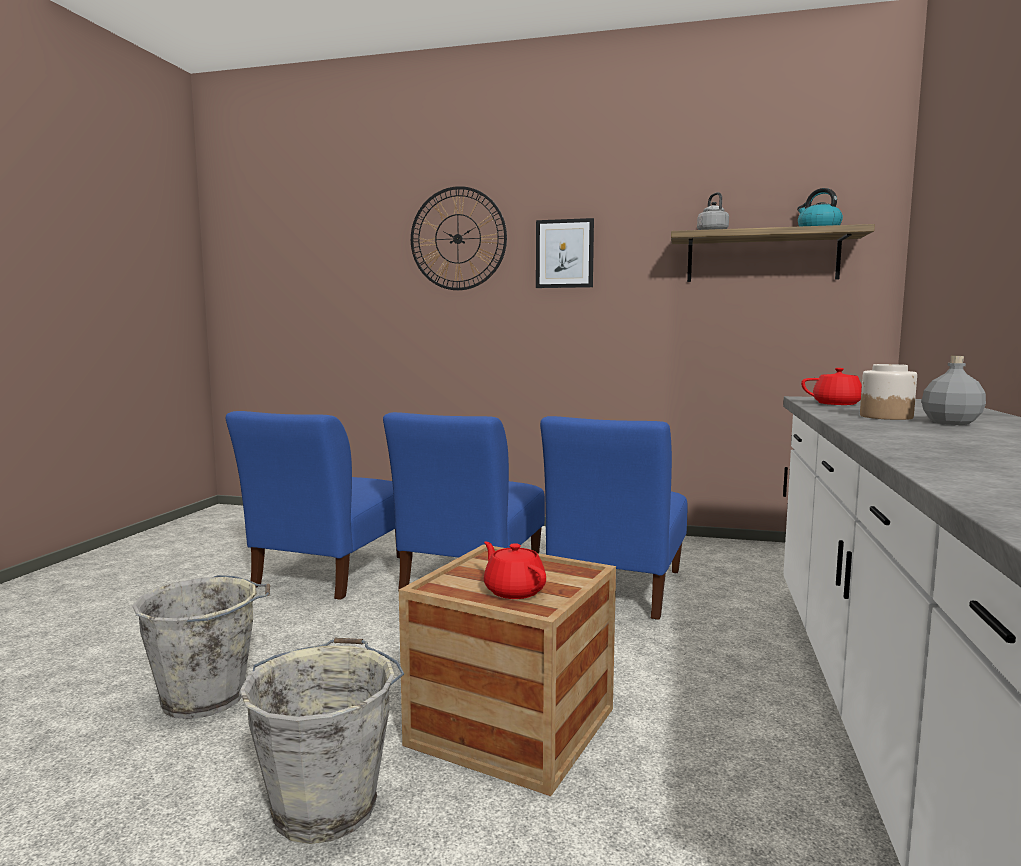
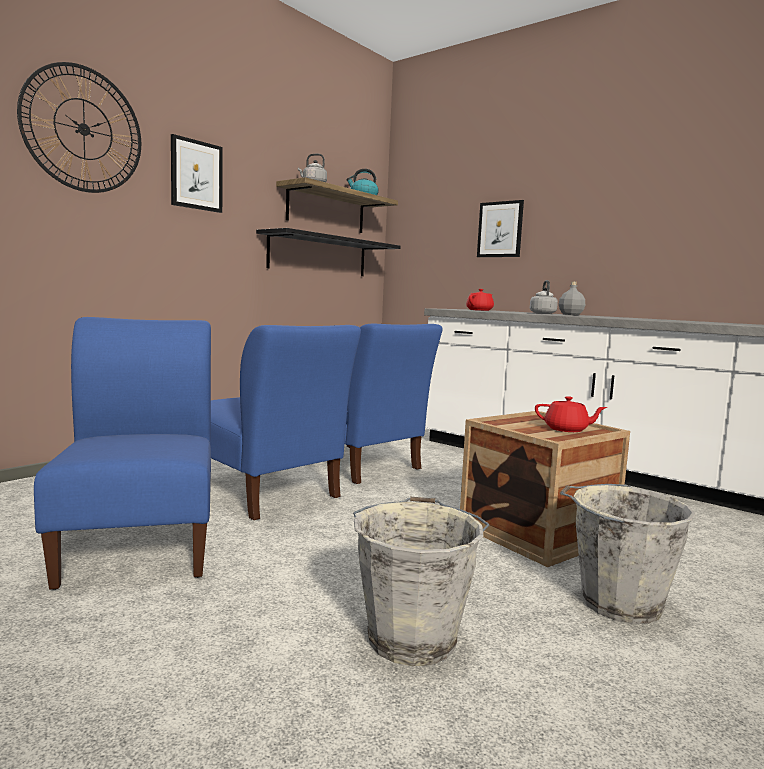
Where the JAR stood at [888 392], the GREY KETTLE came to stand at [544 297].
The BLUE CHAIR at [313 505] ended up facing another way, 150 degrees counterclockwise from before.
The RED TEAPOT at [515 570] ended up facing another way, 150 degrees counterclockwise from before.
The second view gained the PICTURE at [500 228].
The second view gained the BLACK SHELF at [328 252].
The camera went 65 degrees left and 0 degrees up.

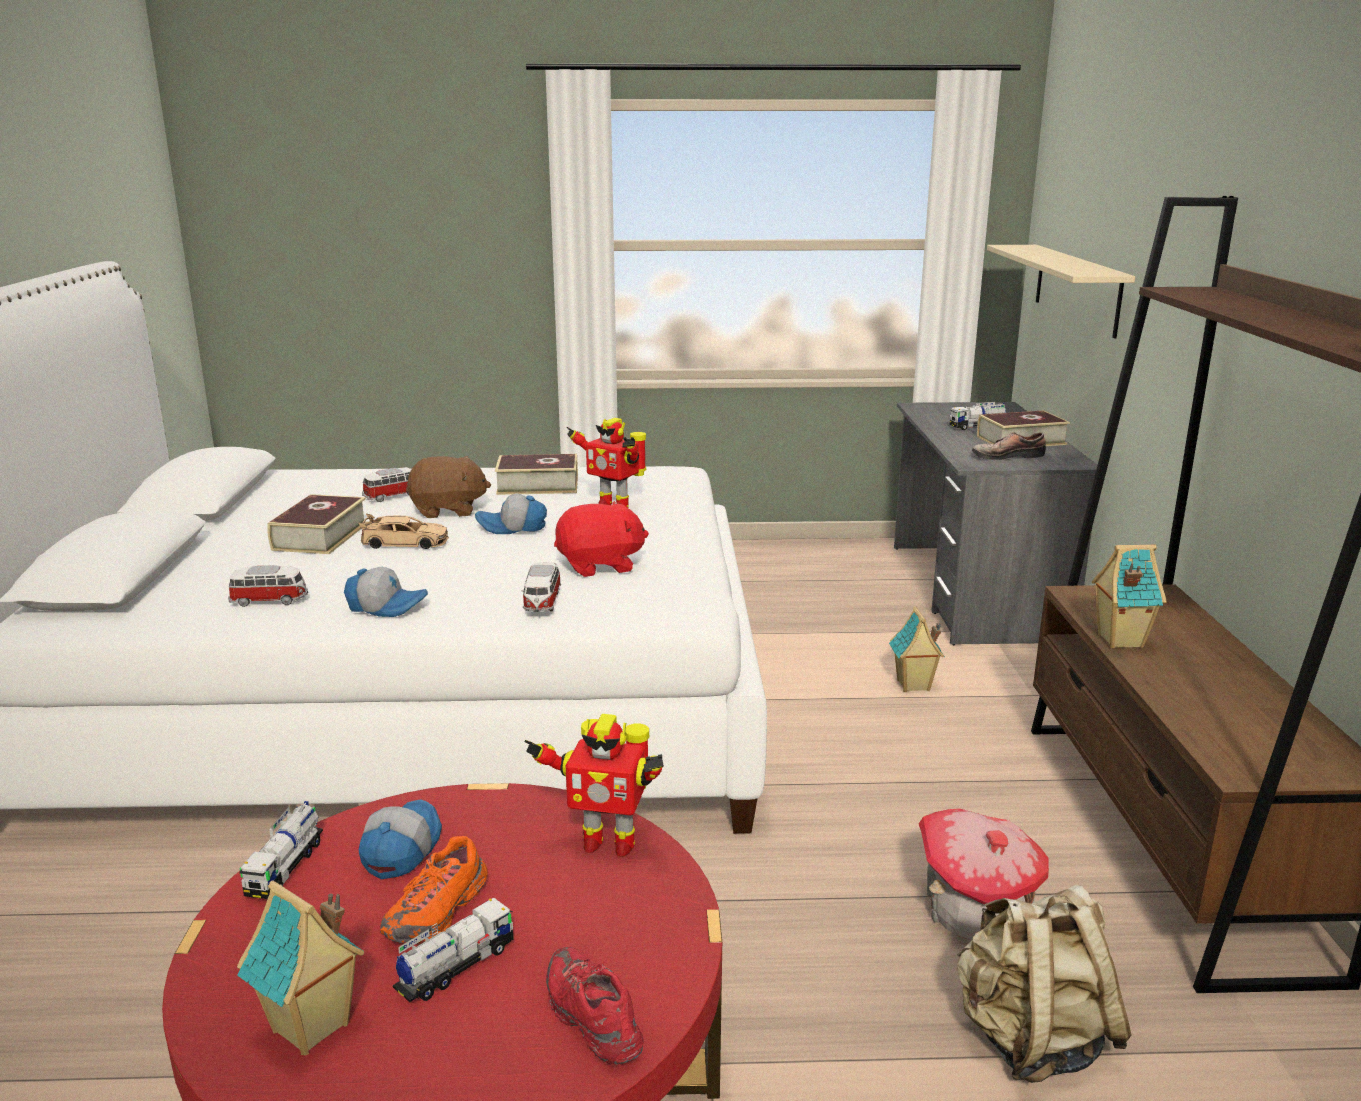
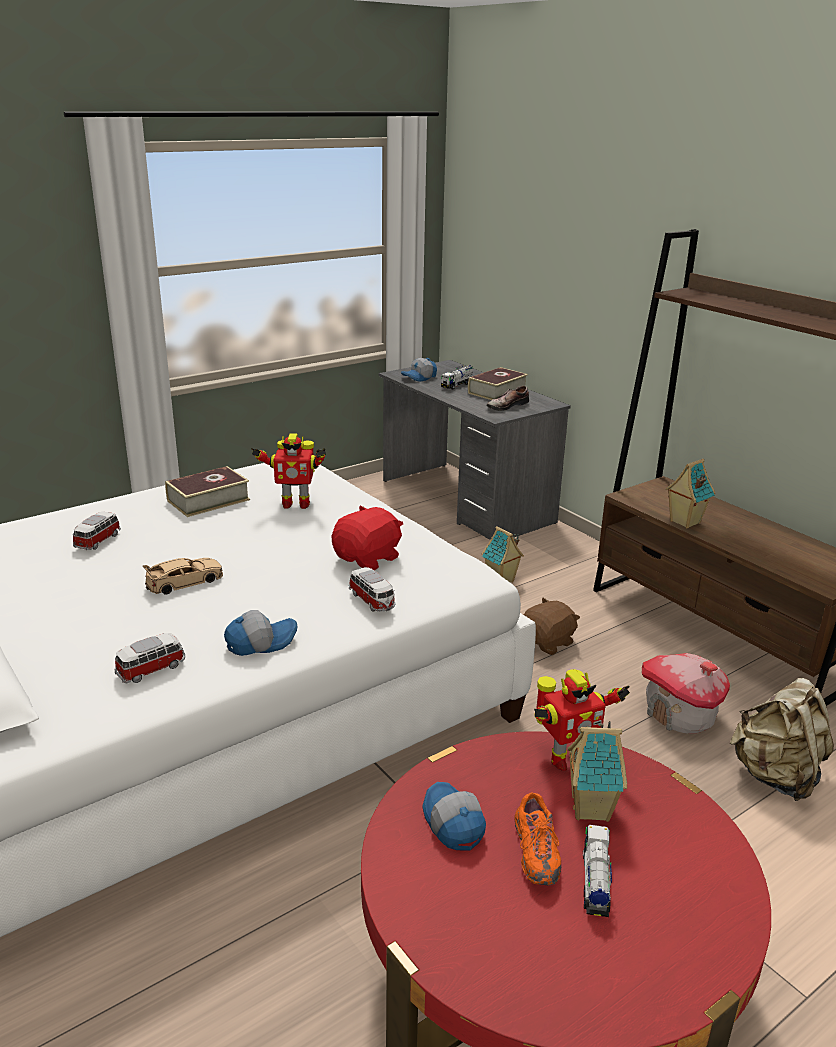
The second view lost the BEIGE SHELF at [1061 292].
The BROWN PLUSH TOY ended up elsewhere, having gone from [448 487] to [552 626].
The second view lost the BOOK at [317 524].
The CAP ended up elsewhere, having gone from [511 514] to [419 370].
The second view lost the TOY TRUCK at [281 850].
The TOY HOUSE ended up elsewhere, having gone from [300 968] to [597 771].
The second view lost the RED SHOE at [594 1005].
The camera went 35 degrees left and 5 degrees up.

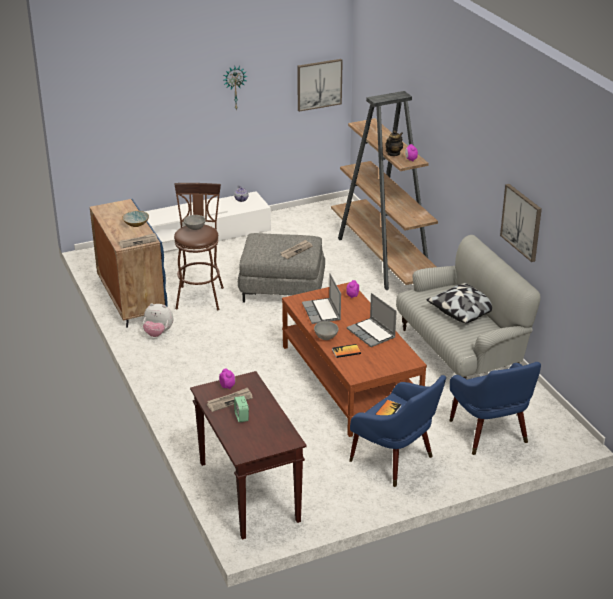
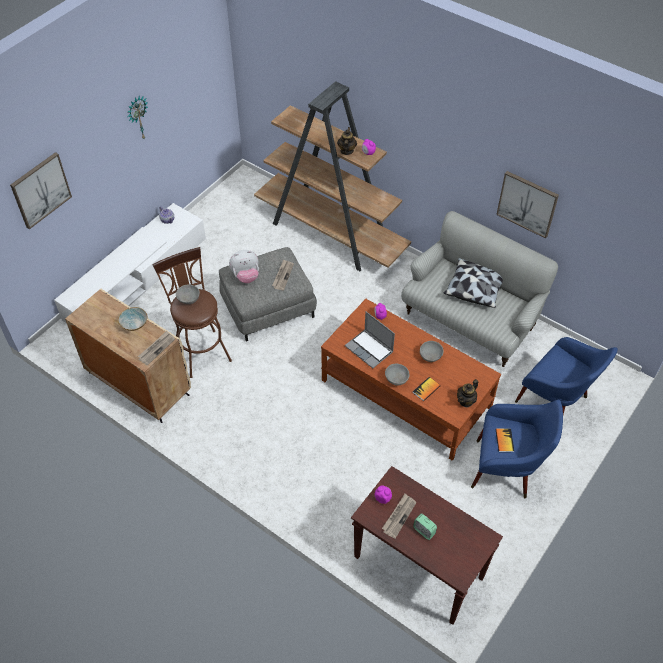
The PICTURE ended up elsewhere, having gone from [320 85] to [41 190].
What was the BLUE CABINET at [129 263] turned into the BEIGE CABINET at [128 356].
Where the LAPTOP stood at [372 320], the GREY BOWL came to stand at [432 351].
The PLUSH TOY ended up elsewhere, having gone from [158 320] to [244 266].
The second view gained the TEAPOT at [467 393].
The camera went 30 degrees left and 20 degrees up.

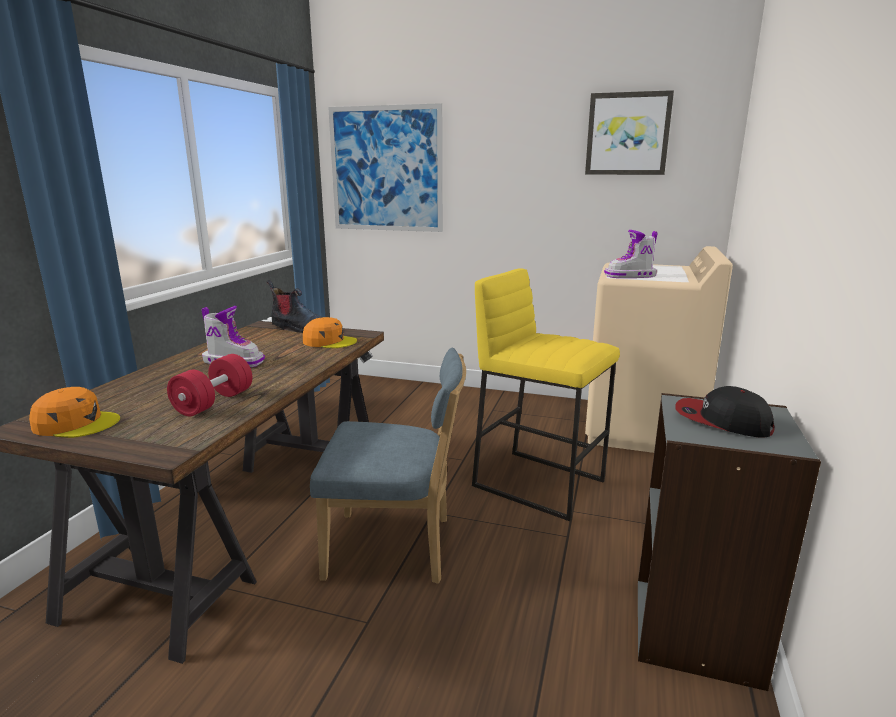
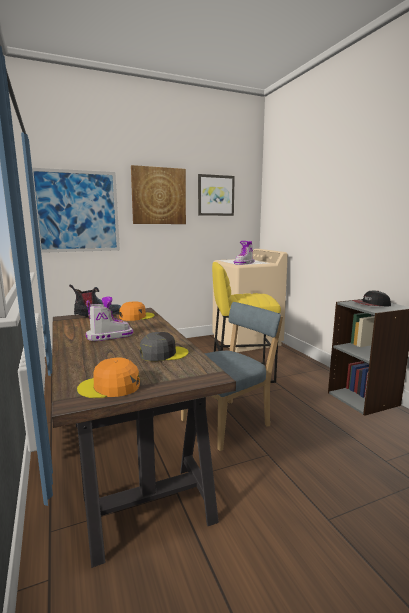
Where the RED DUMBBELL stood at [209 385], the GREY CAP came to stand at [164 346].
The ORANGE CAP at [74 412] ended up facing another way, 150 degrees counterclockwise from before.
The second view gained the PICTURE at [158 194].
The camera went 40 degrees left and 5 degrees down.

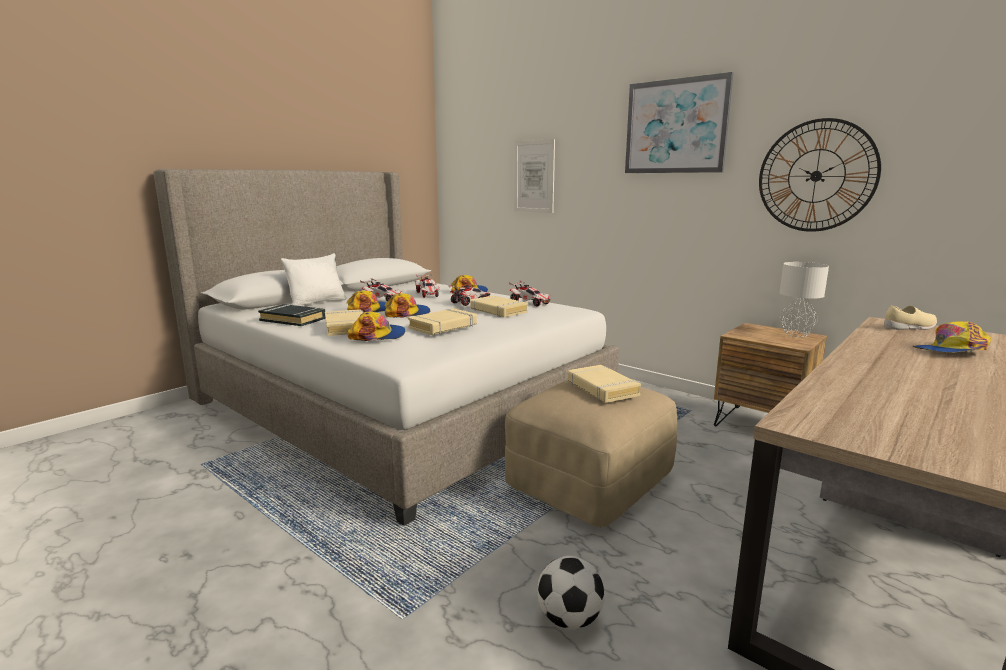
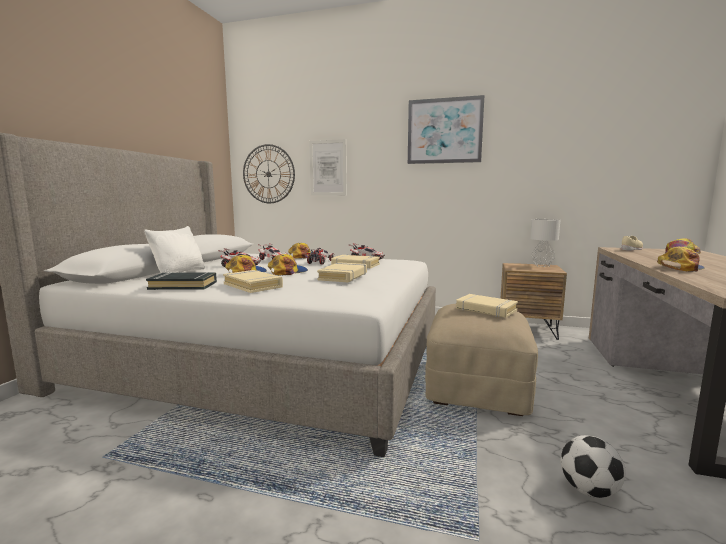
The WALL CLOCK ended up elsewhere, having gone from [820 175] to [269 173].
The CAP ended up elsewhere, having gone from [376 326] to [681 259].
The camera went 25 degrees left and 5 degrees down.

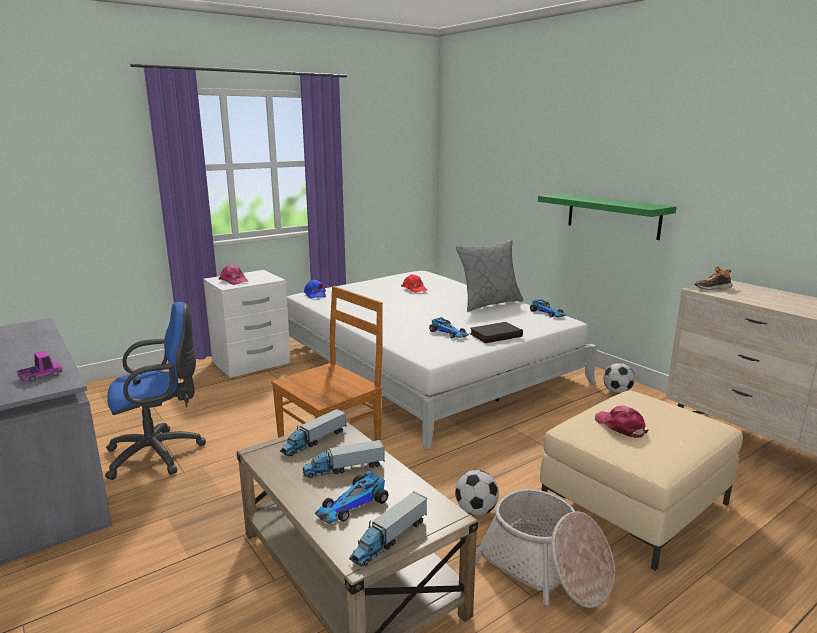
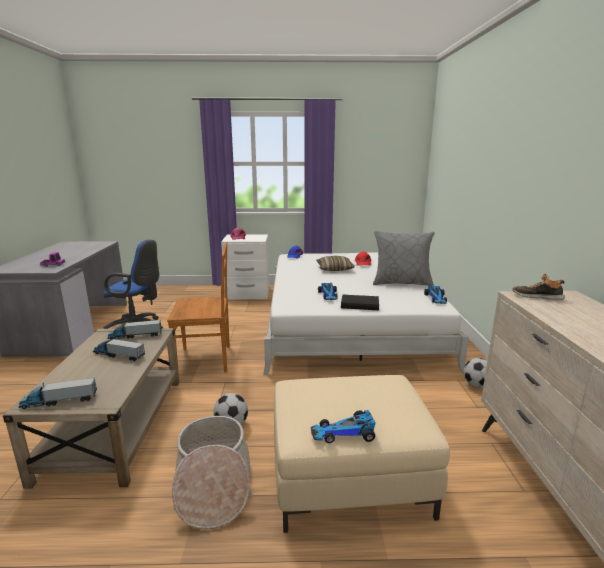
The second view lost the GREEN SHELF at [607 216].
The second view lost the PINK CAP at [622 422].
The TOY CAR ended up elsewhere, having gone from [352 497] to [343 426].
The second view gained the PILLOW at [335 263].
The camera went 35 degrees right and 0 degrees up.

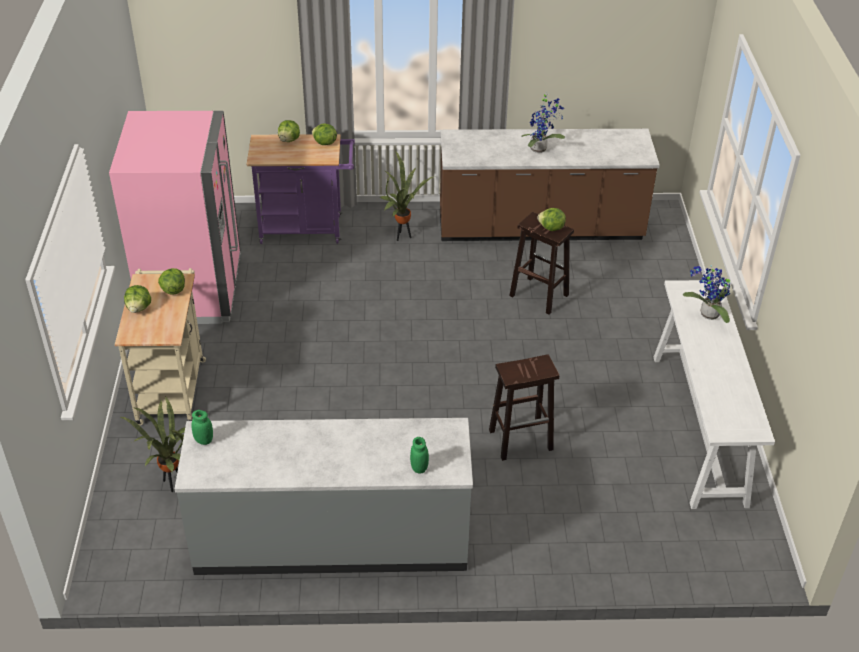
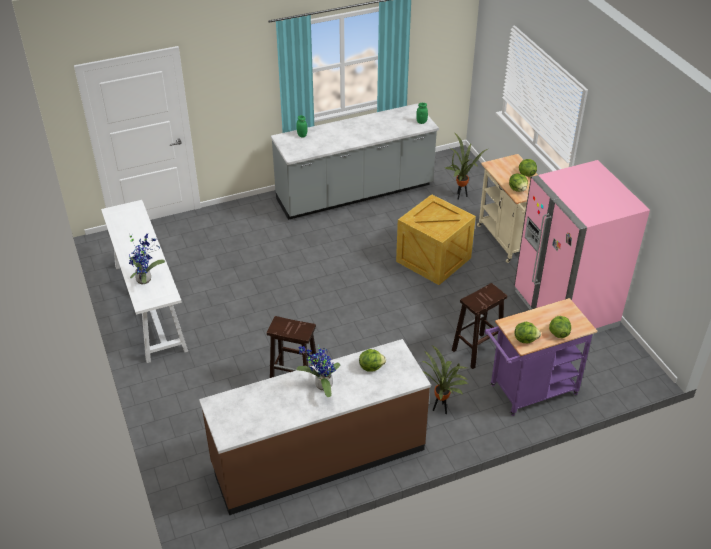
The LETTUCE ended up elsewhere, having gone from [551 219] to [372 360].
The BROWN STOOL ended up elsewhere, having gone from [524 407] to [479 326].
The second view gained the CRATE at [436 239].
The camera went 160 degrees right and 0 degrees up.

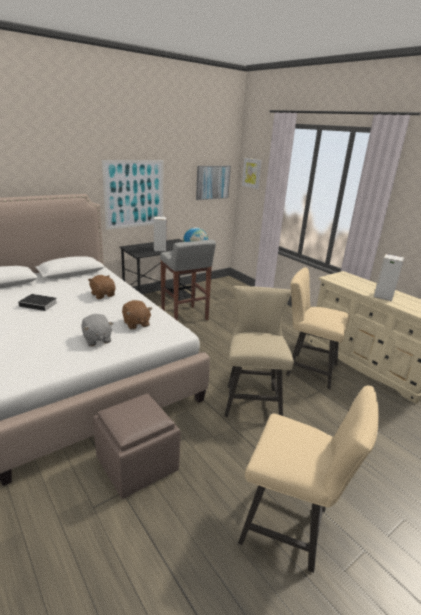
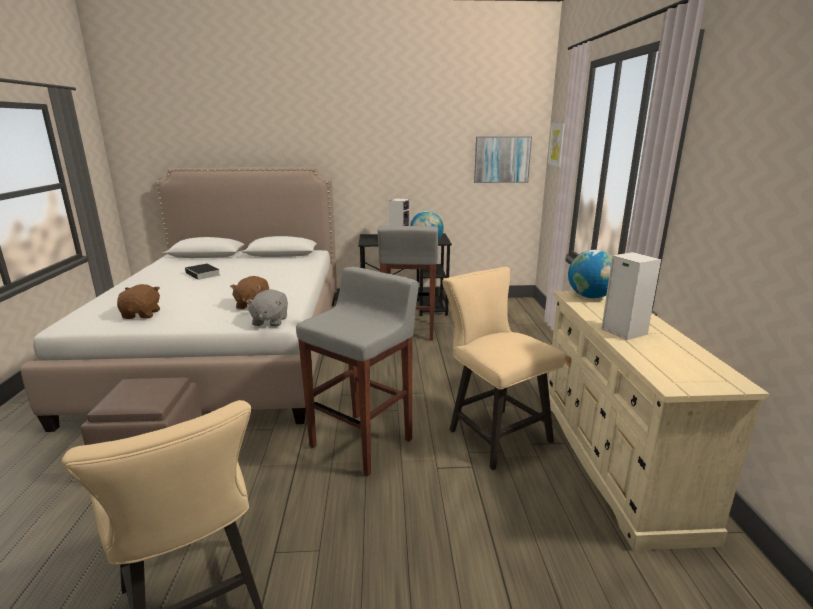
The second view lost the PICTURE at [132 195].
The BROWN PLUSH TOY ended up elsewhere, having gone from [102 287] to [138 301].
Where the BEIGE CHAIR stood at [259 351], the GREY STOOL came to stand at [357 372].
The GREY PLUSH TOY ended up elsewhere, having gone from [97 330] to [267 308].
The second view gained the GLOBE at [590 274].
The camera went 35 degrees right and 5 degrees down.

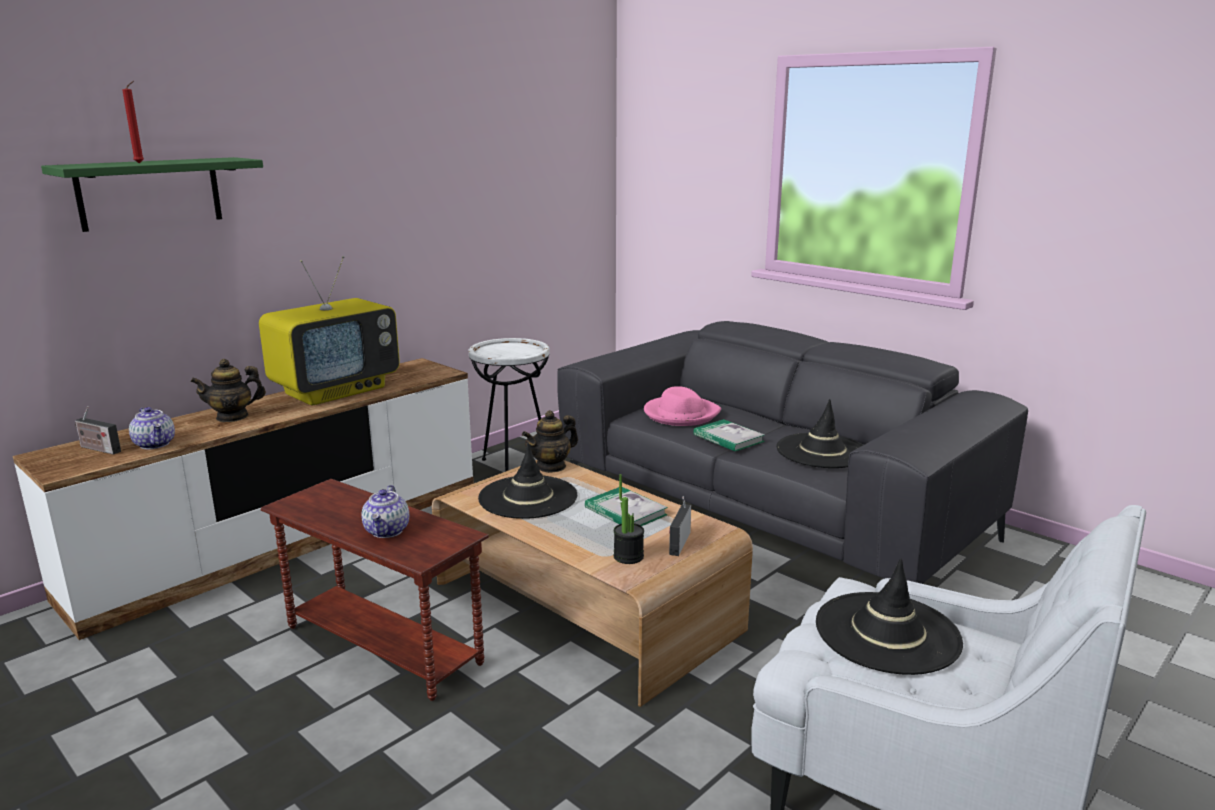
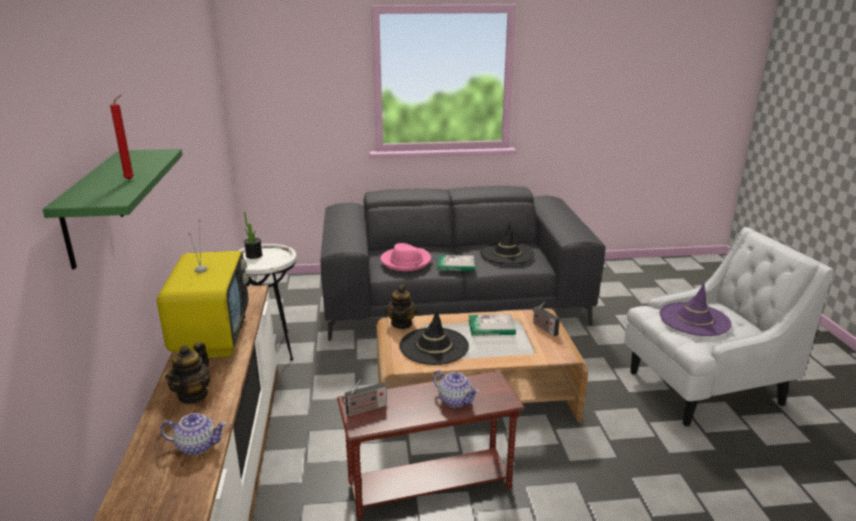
The RADIO ended up elsewhere, having gone from [98 430] to [364 398].
The POTTED PLANT ended up elsewhere, having gone from [629 519] to [253 235].
What was the BLACK HAT at [889 617] turned into the PURPLE HAT at [695 309].
The camera went 50 degrees left and 5 degrees up.

